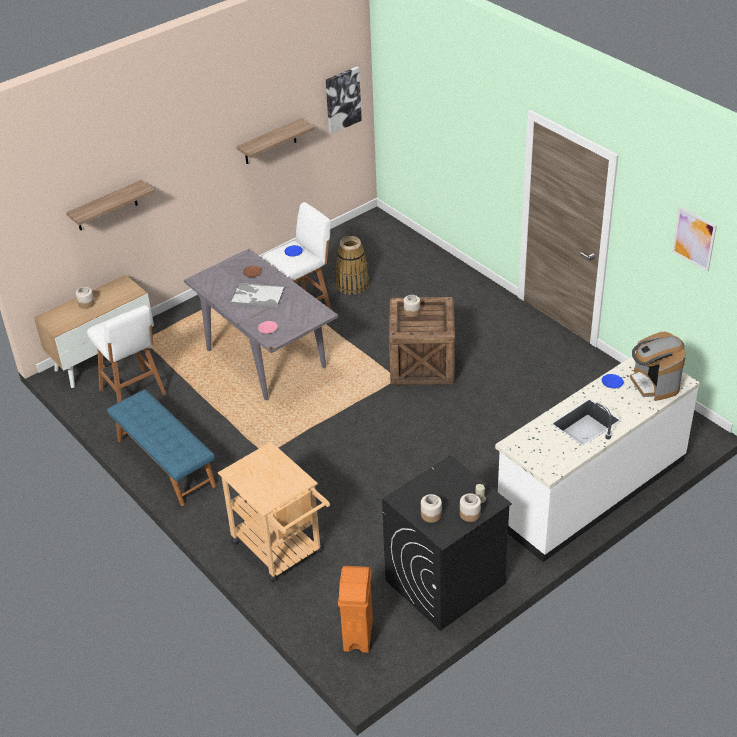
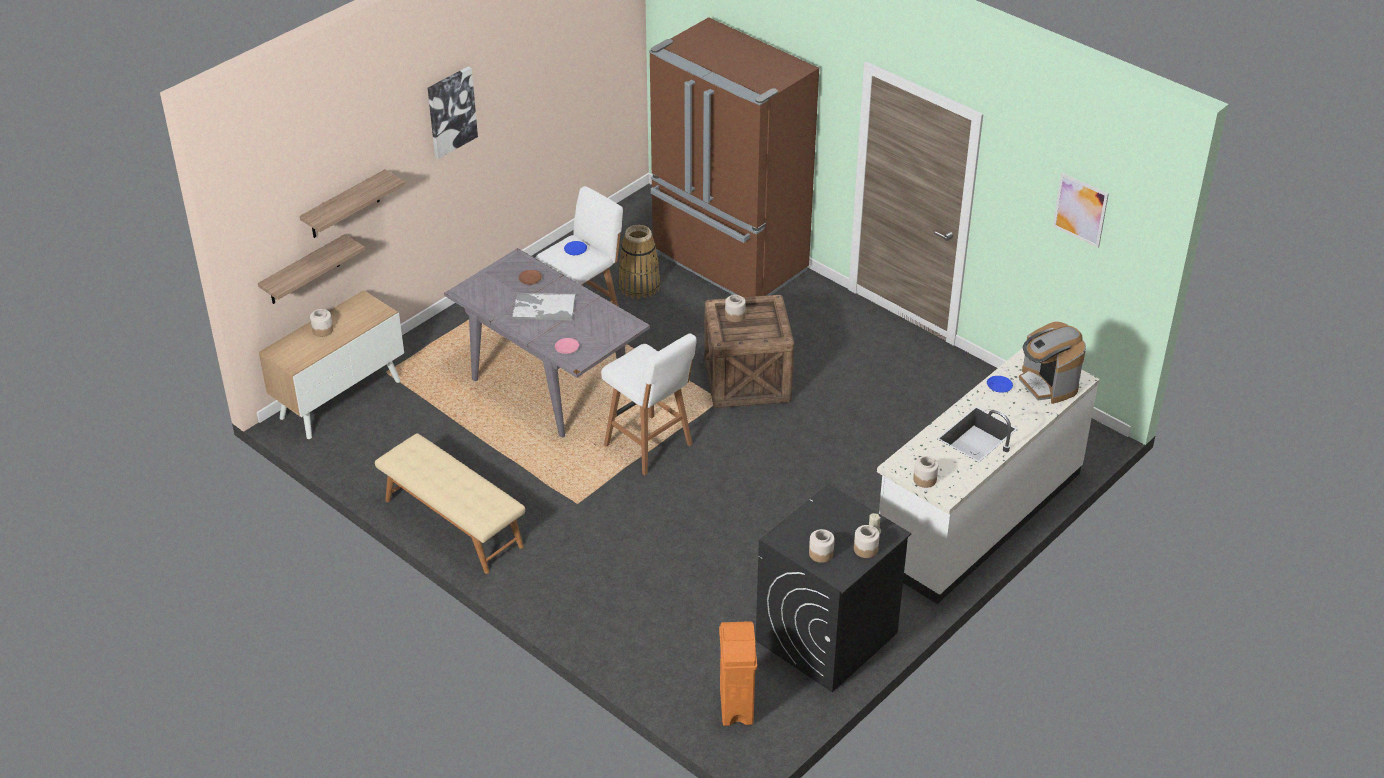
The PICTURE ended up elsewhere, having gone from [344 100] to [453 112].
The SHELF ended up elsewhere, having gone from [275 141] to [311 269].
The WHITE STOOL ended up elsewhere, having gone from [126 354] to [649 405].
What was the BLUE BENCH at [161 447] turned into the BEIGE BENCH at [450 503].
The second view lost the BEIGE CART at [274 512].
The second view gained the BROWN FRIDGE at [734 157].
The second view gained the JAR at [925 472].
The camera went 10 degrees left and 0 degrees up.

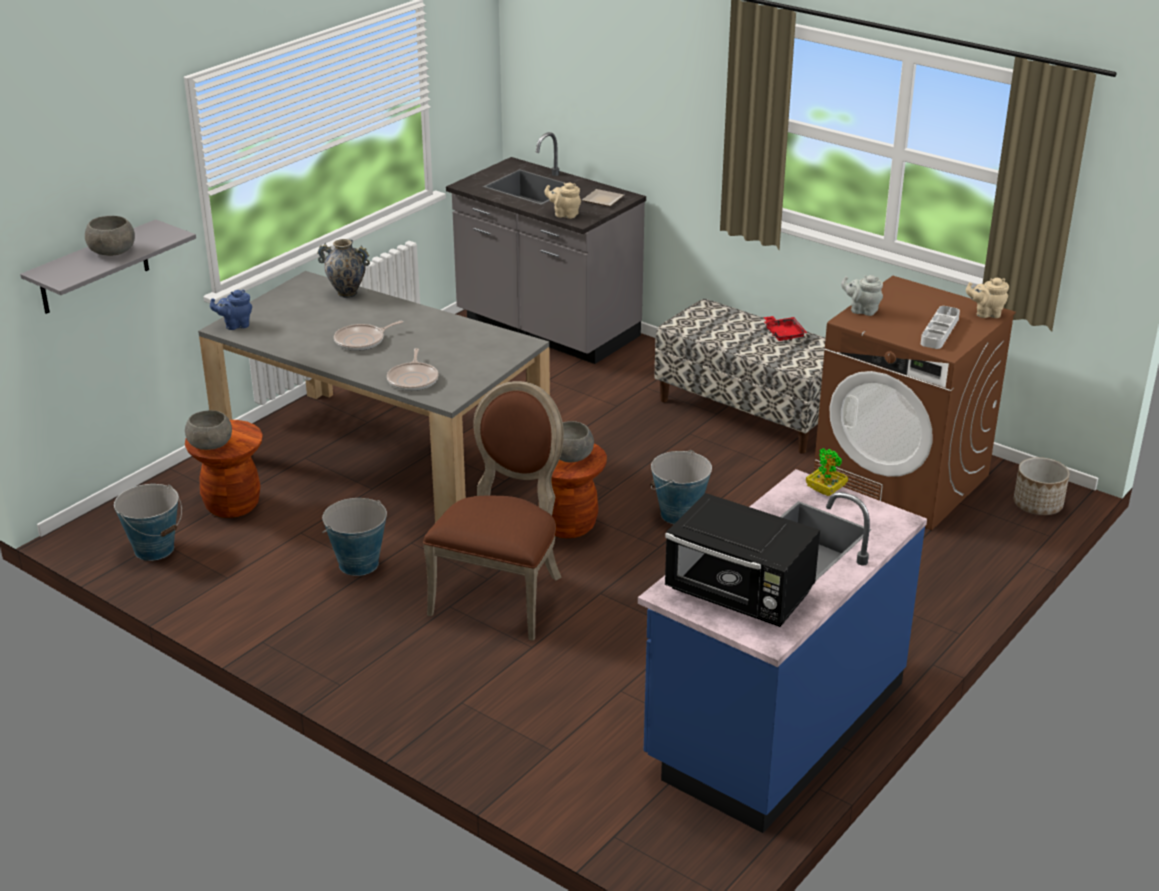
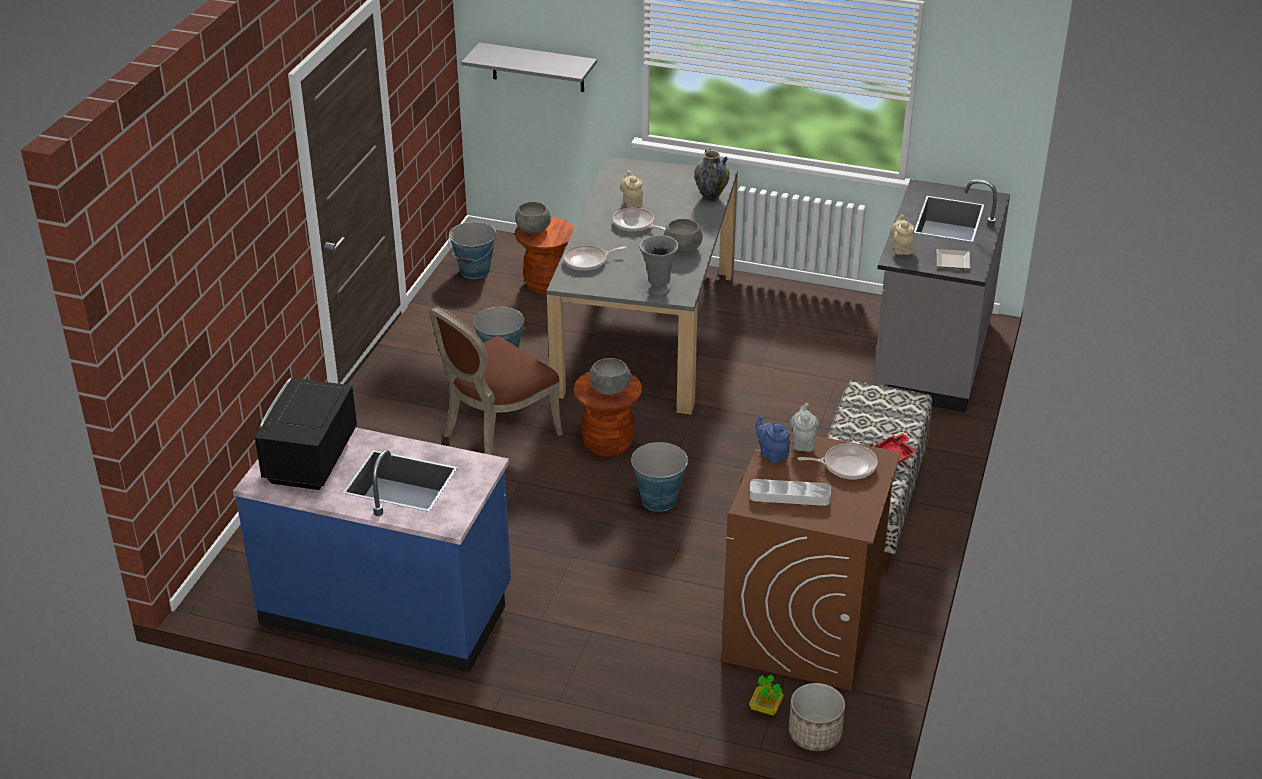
The GREY BOWL ended up elsewhere, having gone from [110 236] to [683 236].
The BEIGE TEAPOT ended up elsewhere, having gone from [987 298] to [631 189].
The BLUE TEAPOT ended up elsewhere, having gone from [231 310] to [772 440].
The BROWN CHAIR at [493 511] ended up facing another way, 135 degrees clockwise from before.
The POTTED PLANT ended up elsewhere, having gone from [827 472] to [766 695].
The second view gained the GREY VASE at [659 265].
The second view gained the FRYING PAN at [838 461].
The camera went 70 degrees right and 5 degrees up.

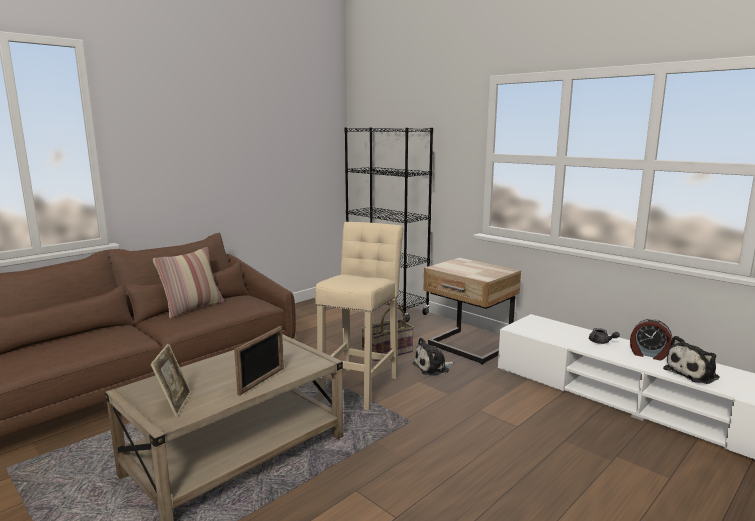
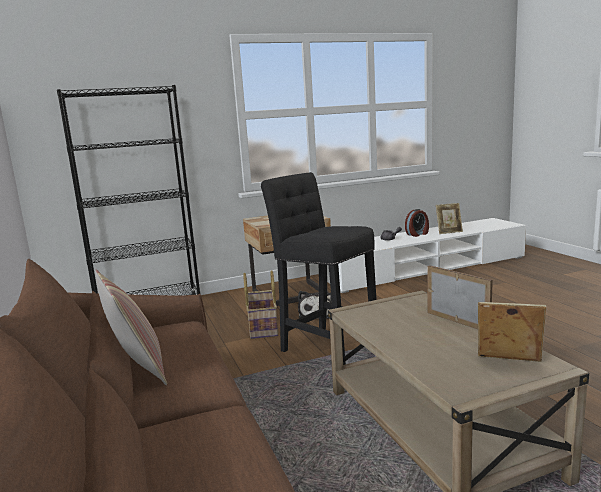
What was the BEIGE STOOL at [359 316] turned into the BLACK STOOL at [319 268].
Where the PLUSH TOY stood at [691 360], the PICTURE FRAME came to stand at [449 218].
The camera went 65 degrees left and 0 degrees up.

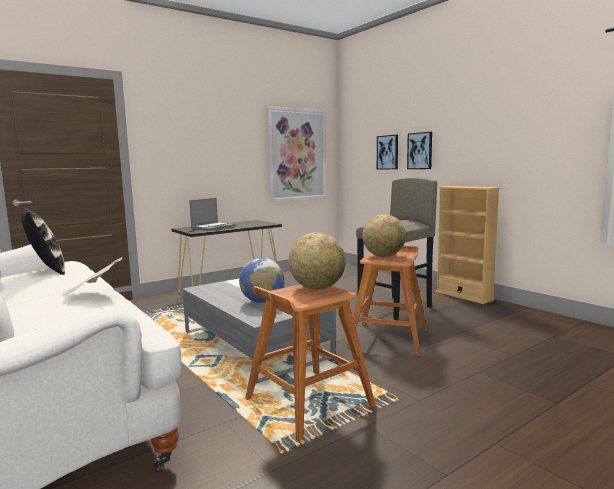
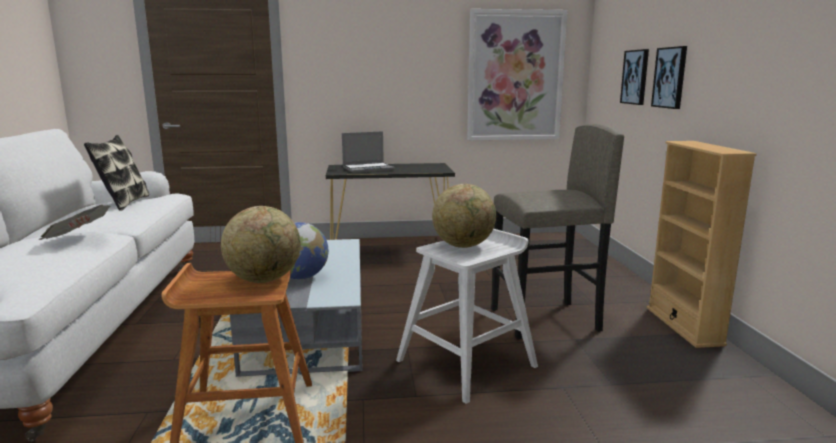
What was the BROWN STOOL at [387 301] turned into the WHITE STOOL at [467 316].
The camera went 30 degrees right and 5 degrees up.

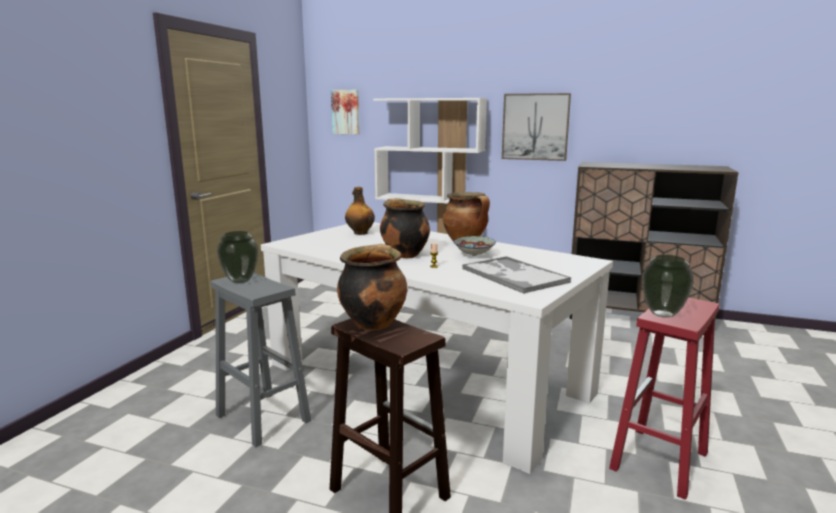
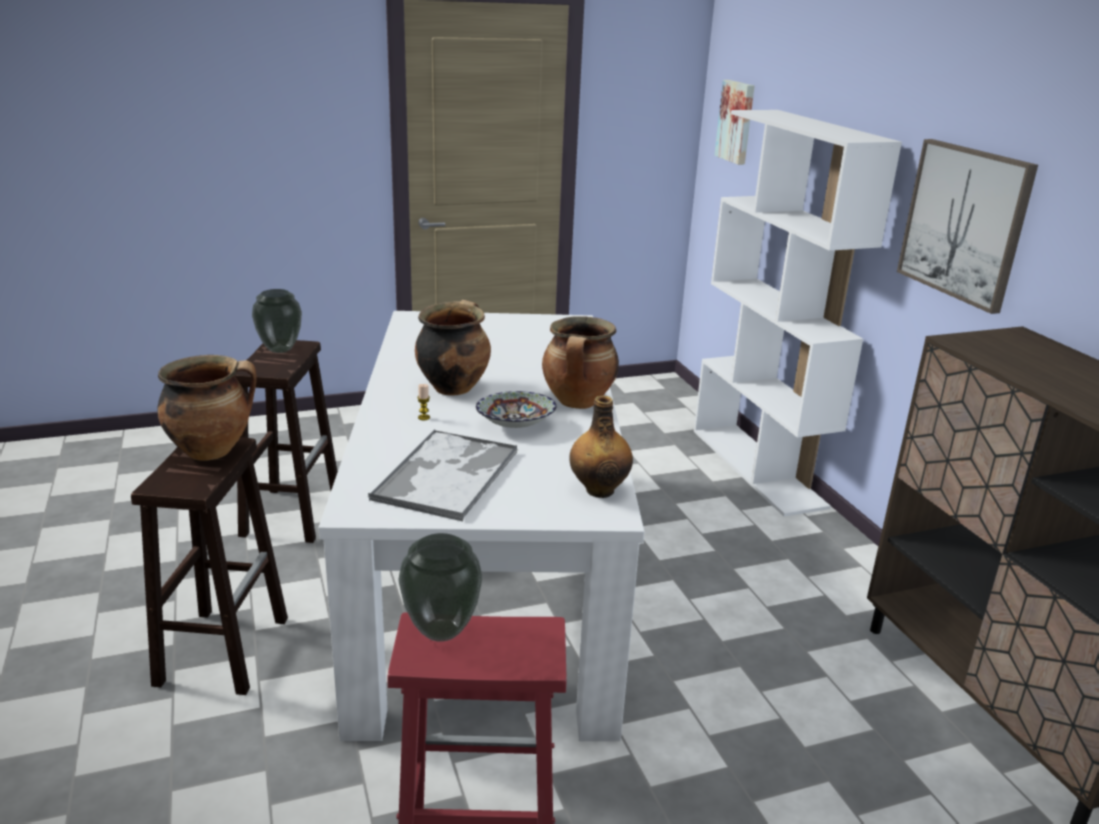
The BOTTLE ended up elsewhere, having gone from [360 211] to [601 446].
What was the GREY STOOL at [261 359] turned into the BROWN STOOL at [286 441].
The camera went 50 degrees right and 10 degrees up.

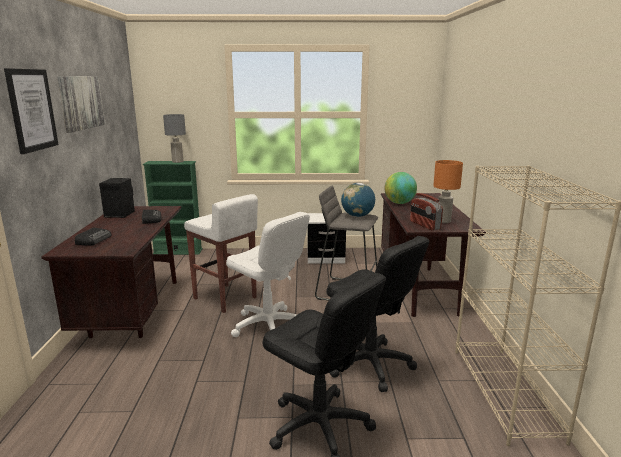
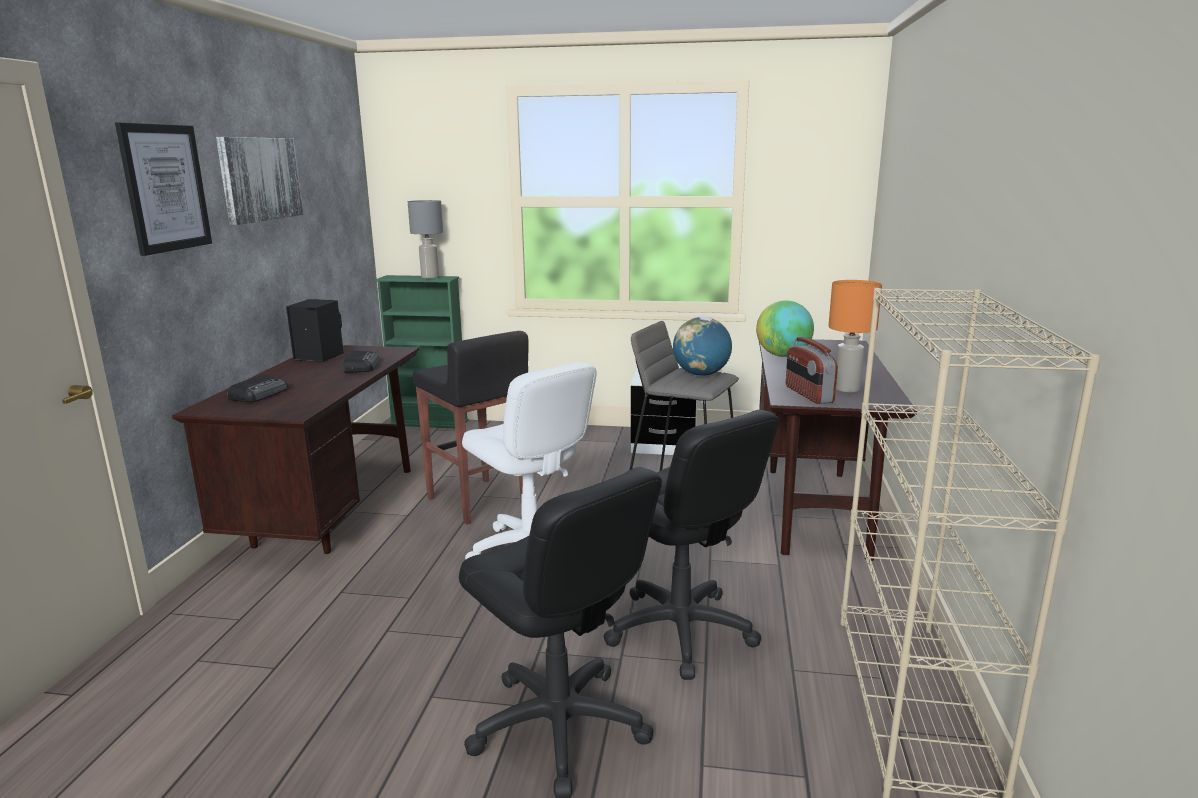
What was the WHITE STOOL at [221 253] turned into the BLACK STOOL at [470 428].
The camera went 10 degrees right and 0 degrees up.

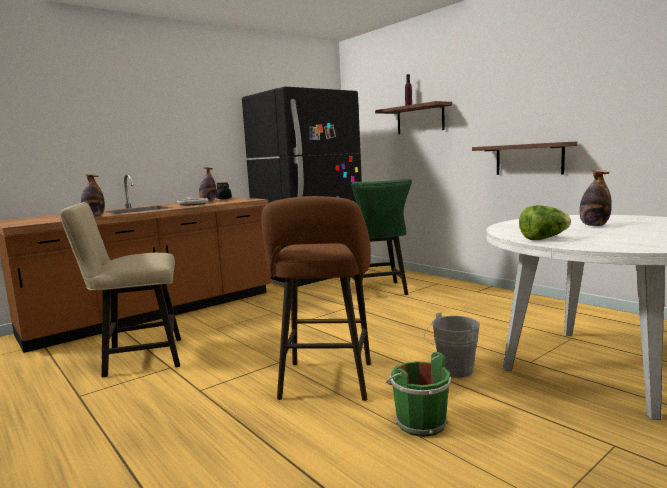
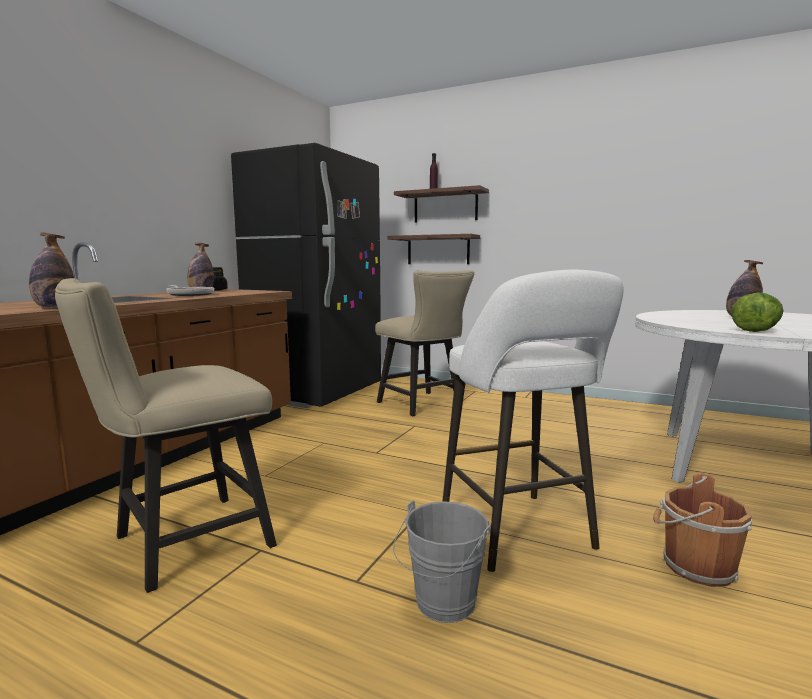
The SHELF ended up elsewhere, having gone from [524 158] to [433 249].
What was the GREEN CHAIR at [380 237] turned into the BEIGE CHAIR at [424 343].
What was the BROWN STOOL at [316 298] turned into the WHITE STOOL at [533 421].
The GREY BUCKET ended up elsewhere, having gone from [452 345] to [442 561].
What was the GREEN BUCKET at [418 394] turned into the BROWN BUCKET at [702 530].
The camera went 25 degrees left and 0 degrees up.

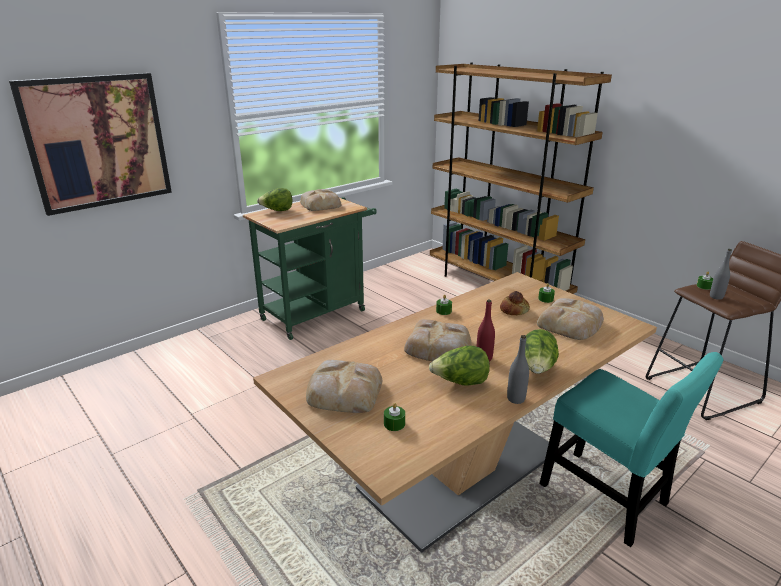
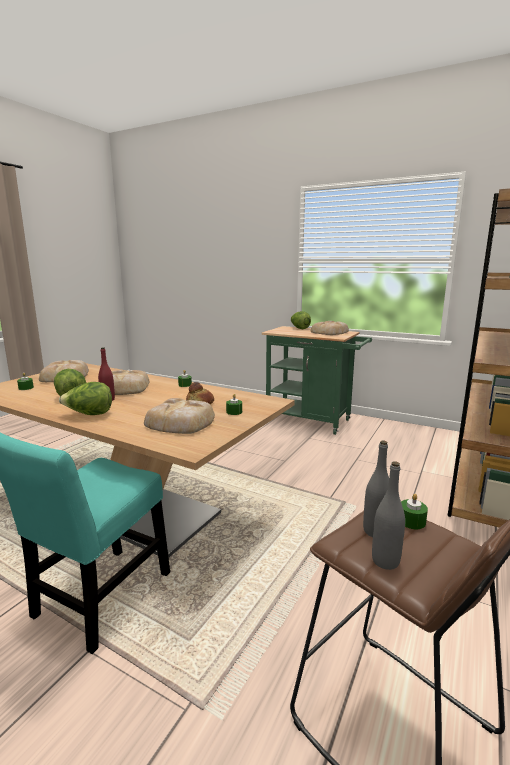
The second view lost the PICTURE at [90 144].
The GREY BOTTLE ended up elsewhere, having gone from [518 369] to [388 515].
The camera went 70 degrees right and 10 degrees down.

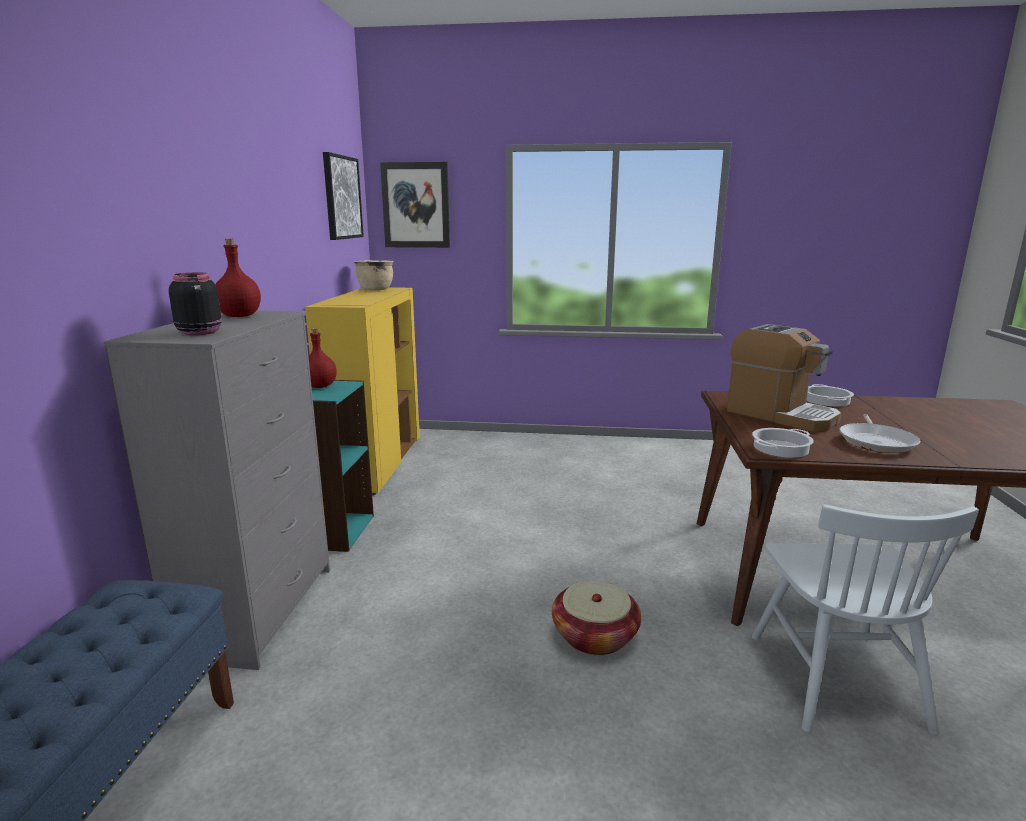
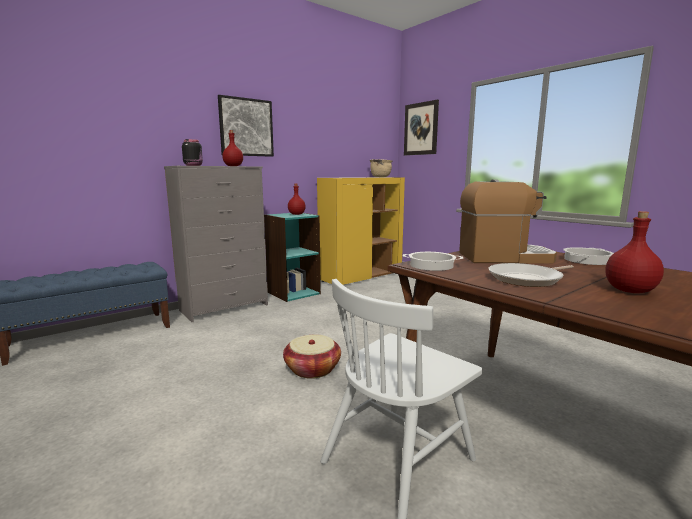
The PICTURE ended up elsewhere, having gone from [343 196] to [246 126].
The COFFEE MACHINE at [784 378] ended up facing another way, 90 degrees counterclockwise from before.
The second view gained the RED BOTTLE at [634 252].
The camera went 45 degrees right and 5 degrees down.

